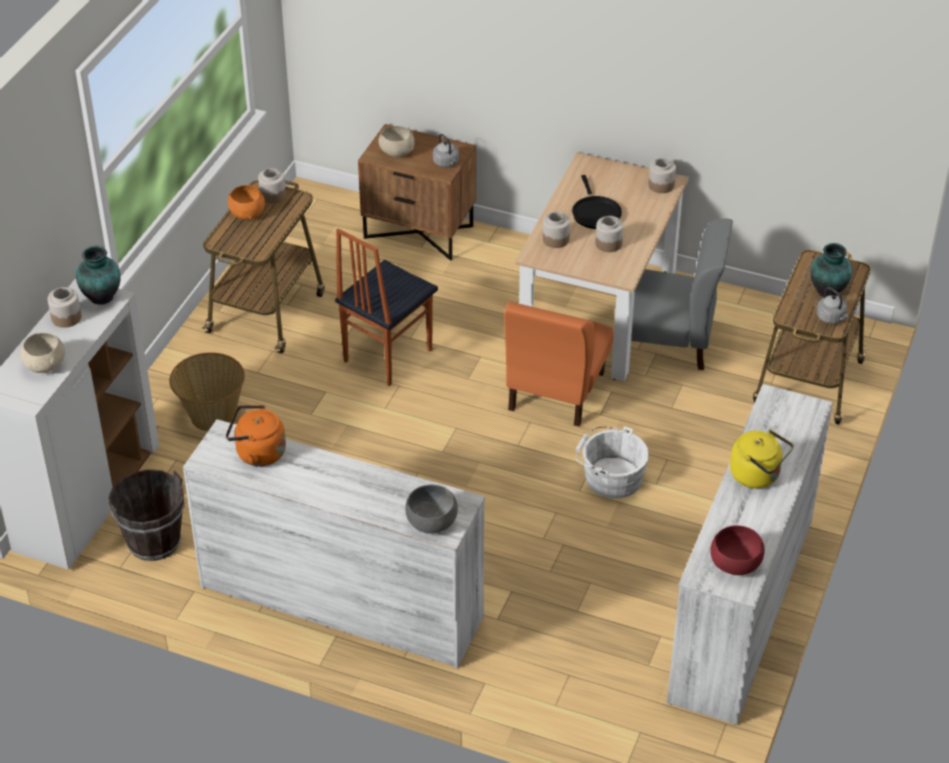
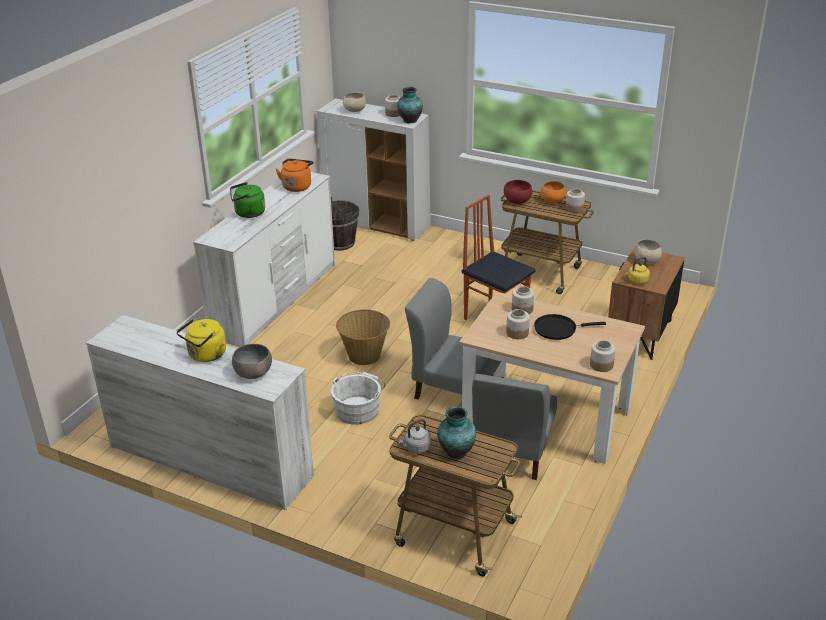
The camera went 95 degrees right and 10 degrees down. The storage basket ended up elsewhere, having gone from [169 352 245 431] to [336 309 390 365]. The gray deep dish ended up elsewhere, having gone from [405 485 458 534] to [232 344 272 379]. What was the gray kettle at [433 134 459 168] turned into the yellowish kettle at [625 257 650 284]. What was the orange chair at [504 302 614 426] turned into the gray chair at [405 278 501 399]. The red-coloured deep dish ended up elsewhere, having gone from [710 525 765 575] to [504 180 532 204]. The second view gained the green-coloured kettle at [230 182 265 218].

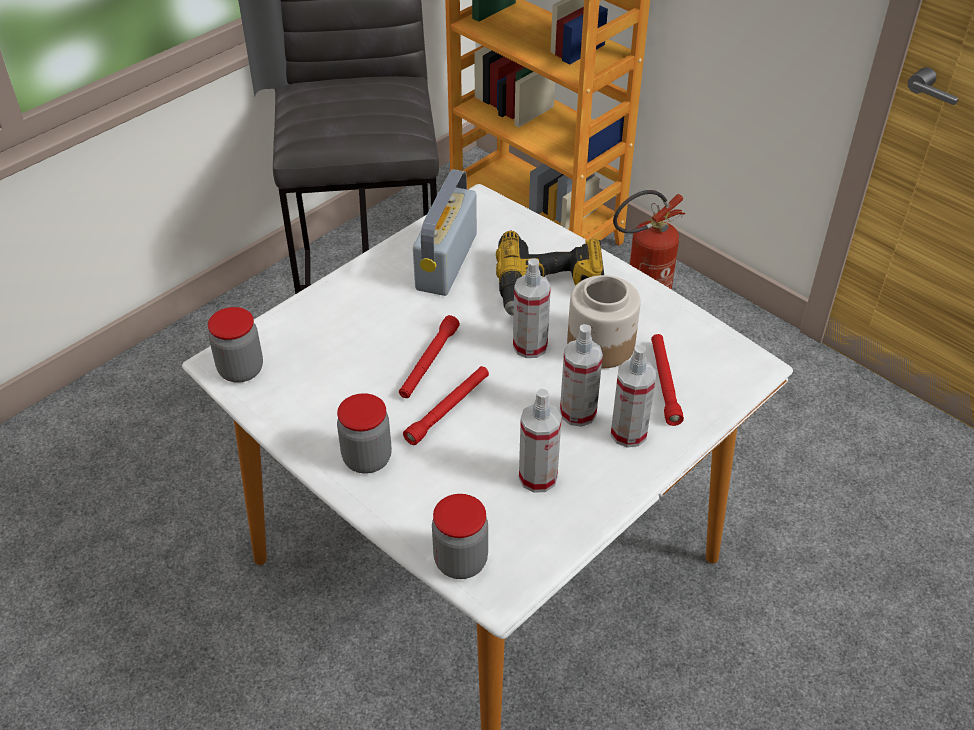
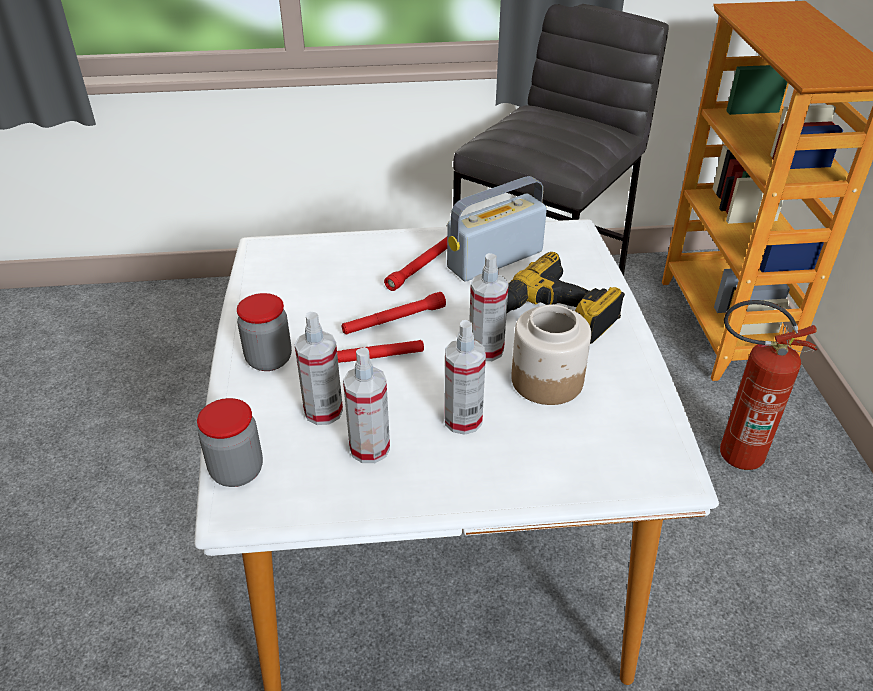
The camera went 40 degrees right and 5 degrees down. The second view lost the storage jar at [208 307 263 383]. The spray bottle ended up elsewhere, having gone from [610 345 656 448] to [294 312 343 425]. The red-coloured torch ended up elsewhere, having gone from [651 334 684 426] to [384 237 447 291].

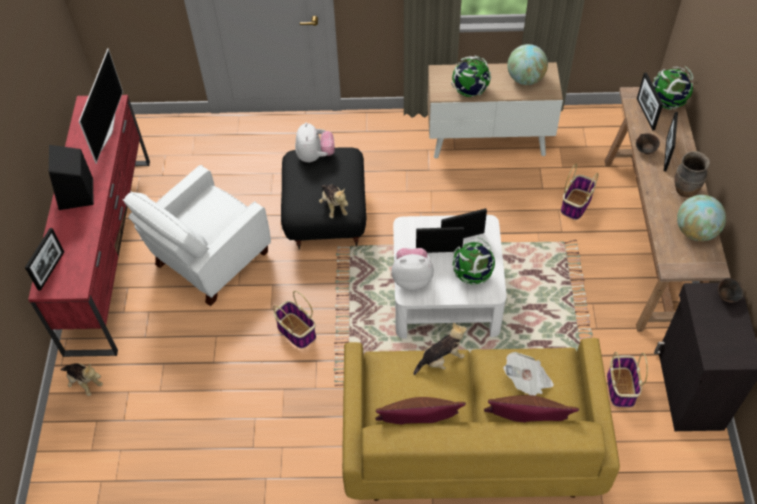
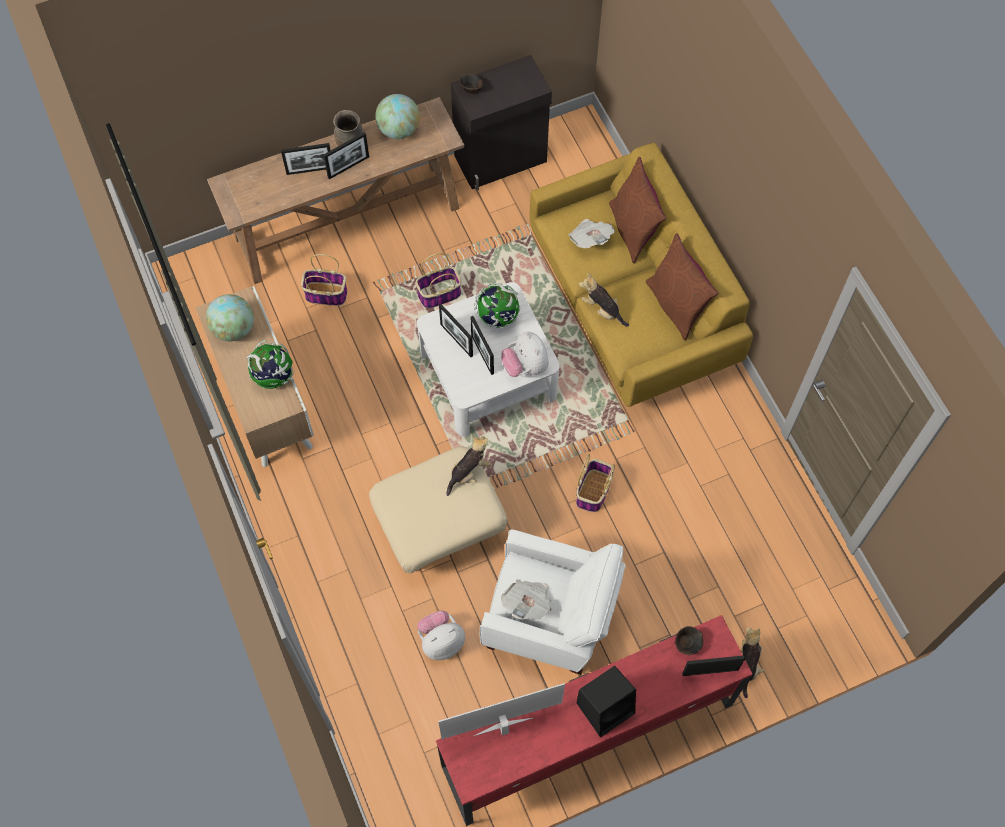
The camera went 115 degrees left and 10 degrees up. What was the black footrest at [281 147 366 249] turned into the beige-coloured footrest at [369 446 508 574]. The plush toy ended up elsewhere, having gone from [295 122 335 162] to [417 611 465 660]. The storage basket ended up elsewhere, having gone from [607 352 648 407] to [415 253 461 308]. The brown deep dish ended up elsewhere, having gone from [636 133 660 154] to [675 626 703 655]. The standing frame ended up elsewhere, having gone from [637 72 663 130] to [323 132 369 179]. The second view lost the world globe at [652 66 693 110]. The second view gained the printed paper at [501 580 551 620].

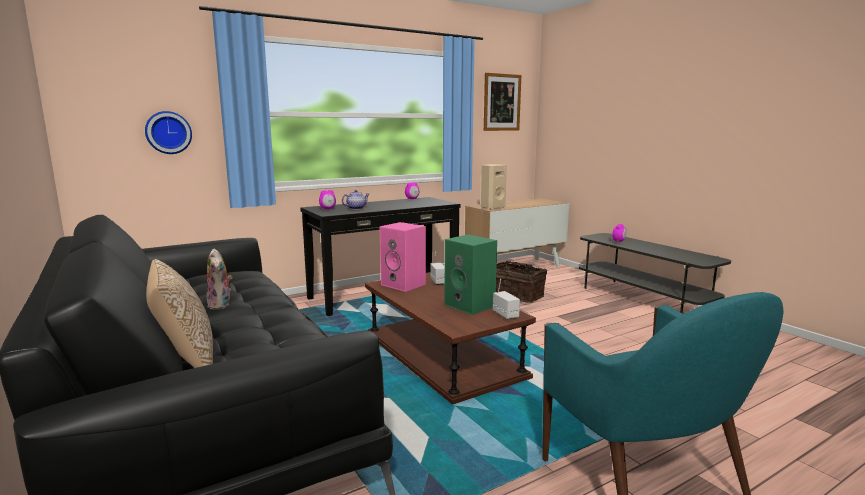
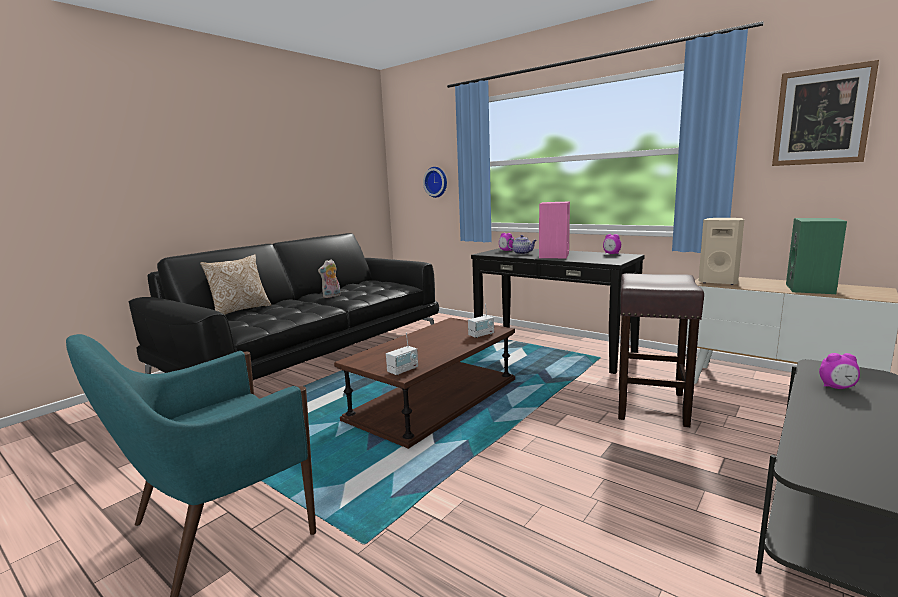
The camera went 70 degrees right and 0 degrees up. The pink-coloured loudspeaker ended up elsewhere, having gone from [379 222 426 292] to [539 201 570 258]. The green-coloured loudspeaker ended up elsewhere, having gone from [444 234 497 315] to [786 218 847 294]. Where the storage basket stood at [496 261 547 303], the brown stool came to stand at [618 273 704 427].

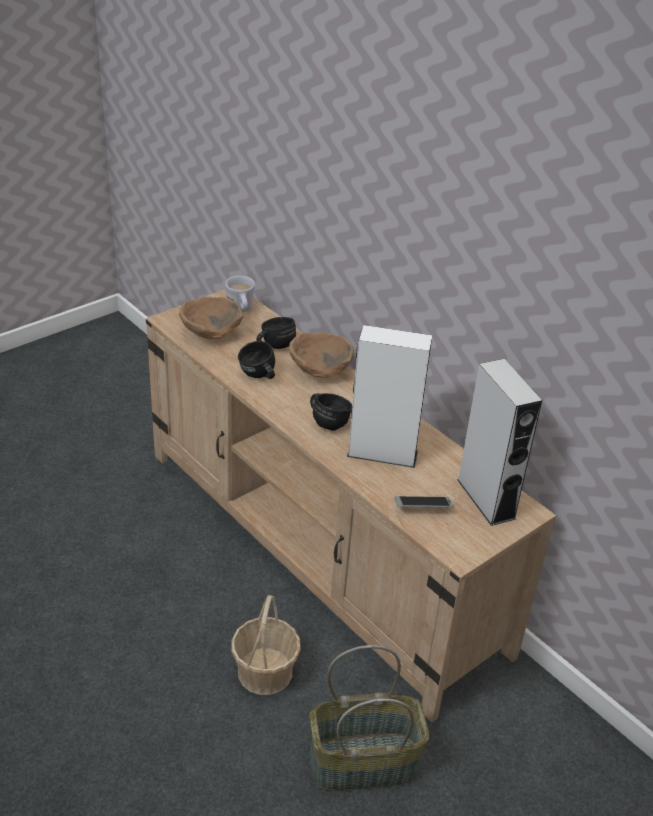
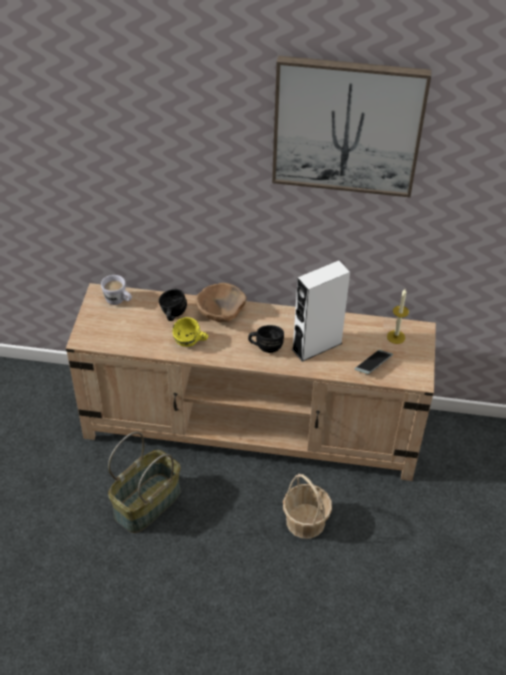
The camera went 40 degrees left and 10 degrees up. The second view lost the brown deep dish at [179 297 243 339]. What was the black mug at [238 341 275 379] turned into the yellowish mug at [172 317 208 347]. The storage basket ended up elsewhere, having gone from [310 645 429 791] to [108 432 181 533]. Where the gray loudspeaker stood at [457 359 542 526], the candle came to stand at [387 289 409 344]. The second view gained the wall art at [272 56 432 197].

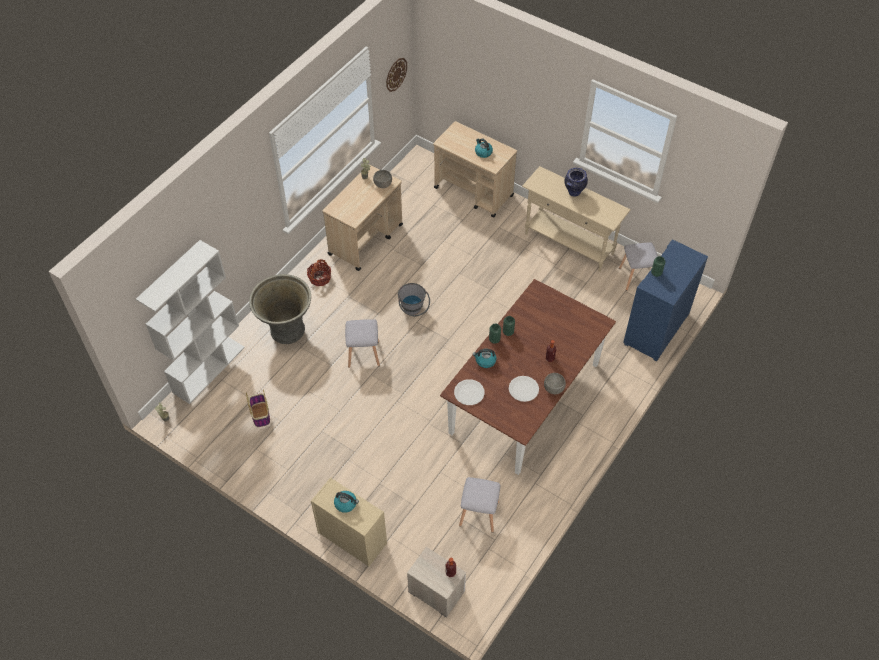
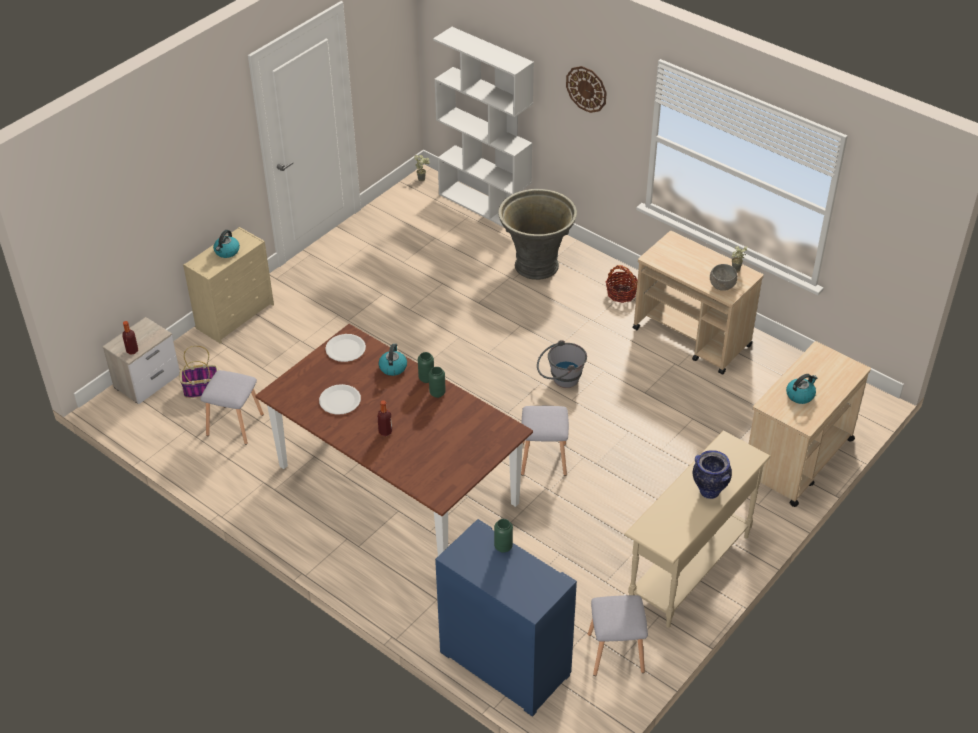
The camera went 95 degrees right and 10 degrees down. The storage basket ended up elsewhere, having gone from [246 389 270 427] to [180 346 219 398]. The gray stool ended up elsewhere, having gone from [345 319 380 368] to [521 406 569 476]. The clock on the wall ended up elsewhere, having gone from [386 58 407 92] to [566 66 607 113]. The second view lost the gray deep dish at [544 373 566 394].

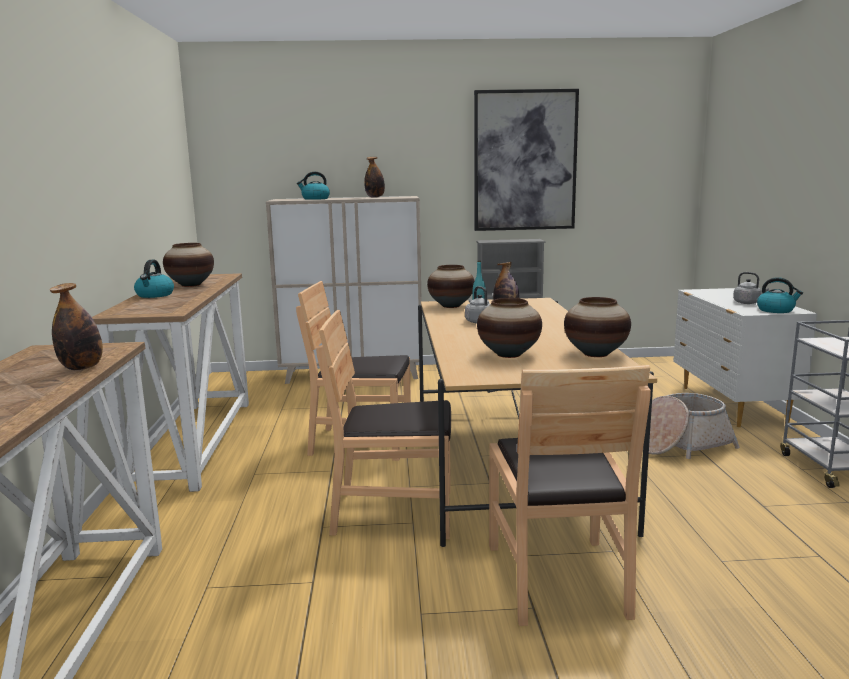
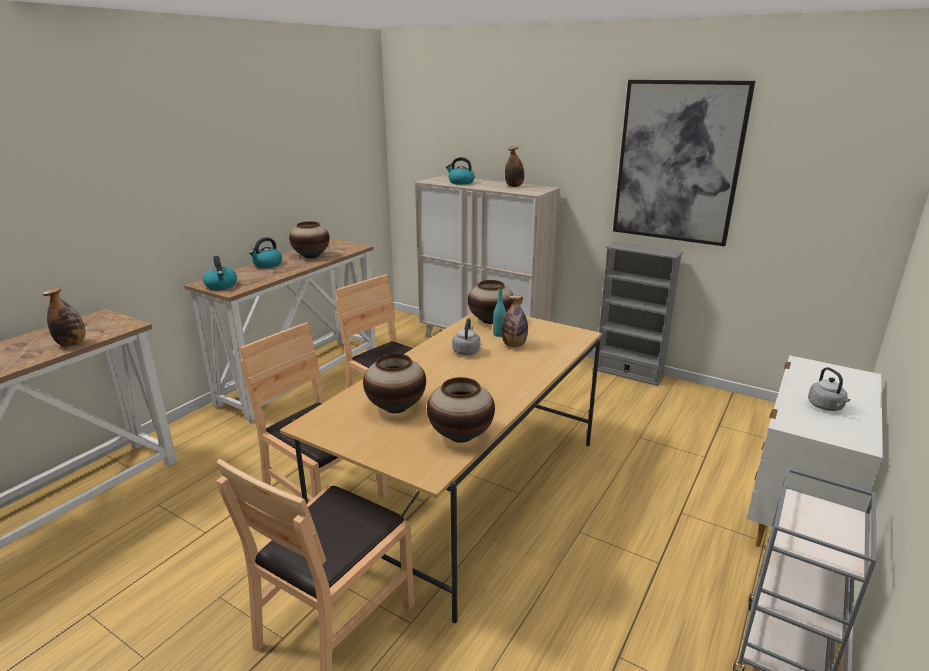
The camera went 35 degrees right and 10 degrees up. The second view lost the storage basket at [649 393 740 459]. The kettle ended up elsewhere, having gone from [757 277 803 313] to [203 256 237 290].

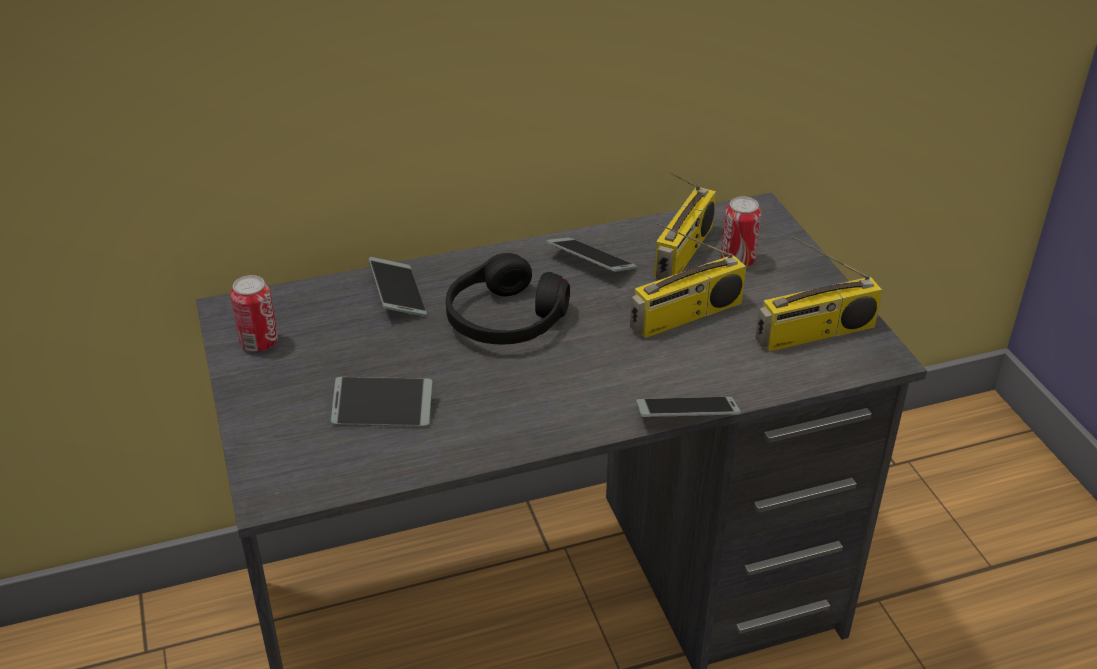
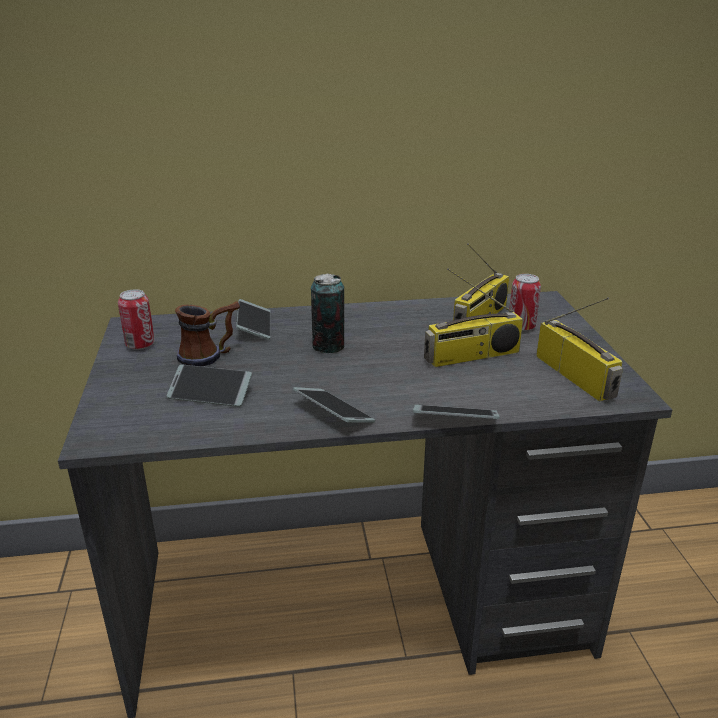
The camera went 10 degrees right and 10 degrees down. Where the black headphones stood at [446 253 570 345], the sealed can came to stand at [310 273 344 353]. The handset ended up elsewhere, having gone from [547 238 636 272] to [293 387 375 423]. The radio receiver at [756 236 883 352] ended up facing another way, 105 degrees counterclockwise from before. The second view gained the mug at [175 301 240 367].

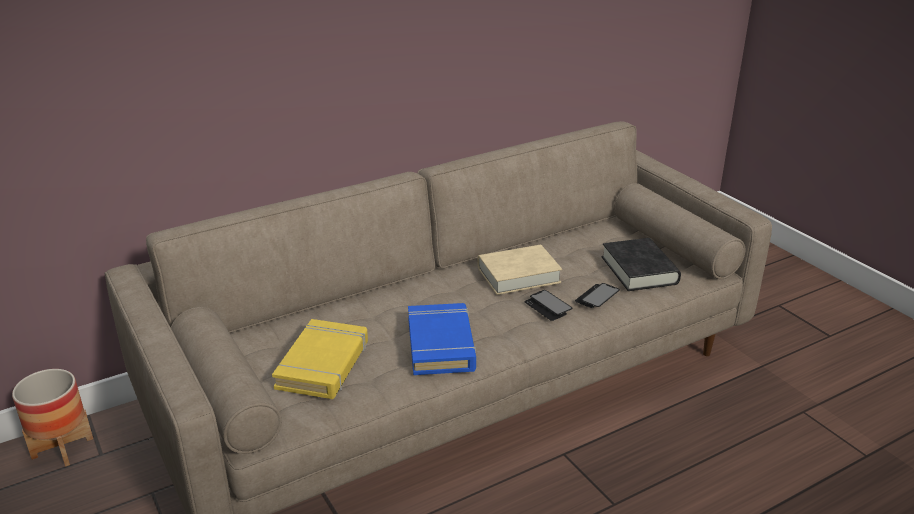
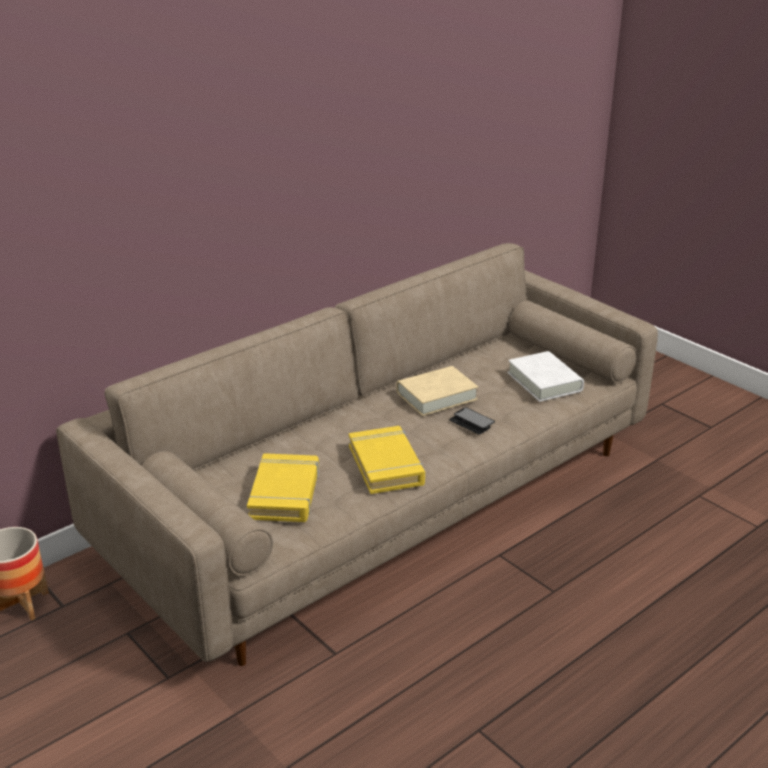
The camera went 10 degrees left and 0 degrees up. What was the bluish volume at [408 303 476 375] turned into the yellowish volume at [349 426 425 494]. The second view lost the handset at [575 283 620 308]. What was the black volume at [602 238 681 291] turned into the white-coloured volume at [508 351 584 402].

